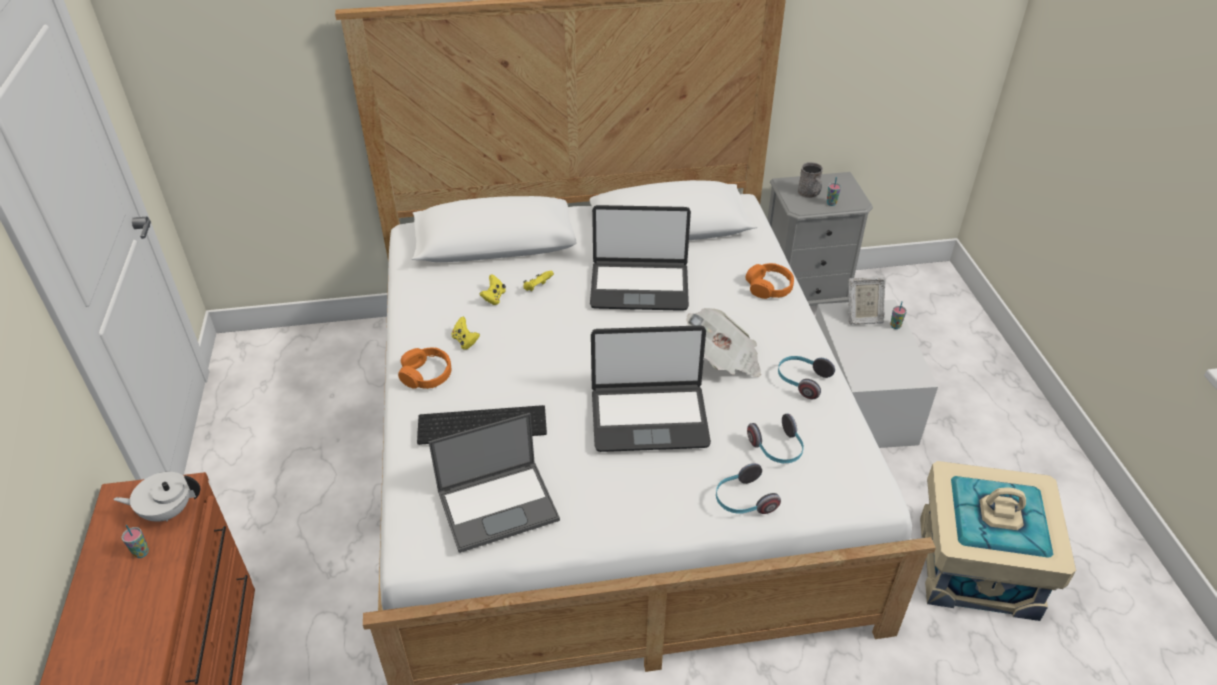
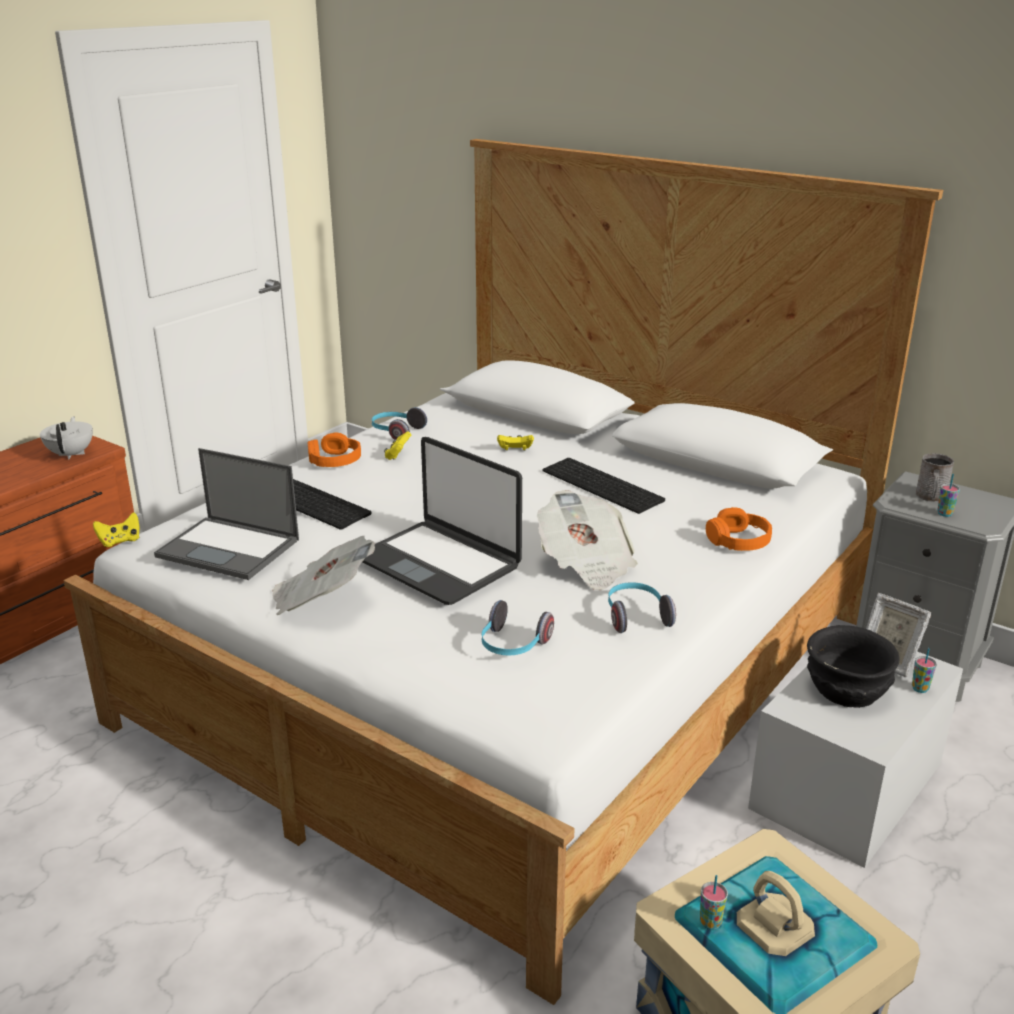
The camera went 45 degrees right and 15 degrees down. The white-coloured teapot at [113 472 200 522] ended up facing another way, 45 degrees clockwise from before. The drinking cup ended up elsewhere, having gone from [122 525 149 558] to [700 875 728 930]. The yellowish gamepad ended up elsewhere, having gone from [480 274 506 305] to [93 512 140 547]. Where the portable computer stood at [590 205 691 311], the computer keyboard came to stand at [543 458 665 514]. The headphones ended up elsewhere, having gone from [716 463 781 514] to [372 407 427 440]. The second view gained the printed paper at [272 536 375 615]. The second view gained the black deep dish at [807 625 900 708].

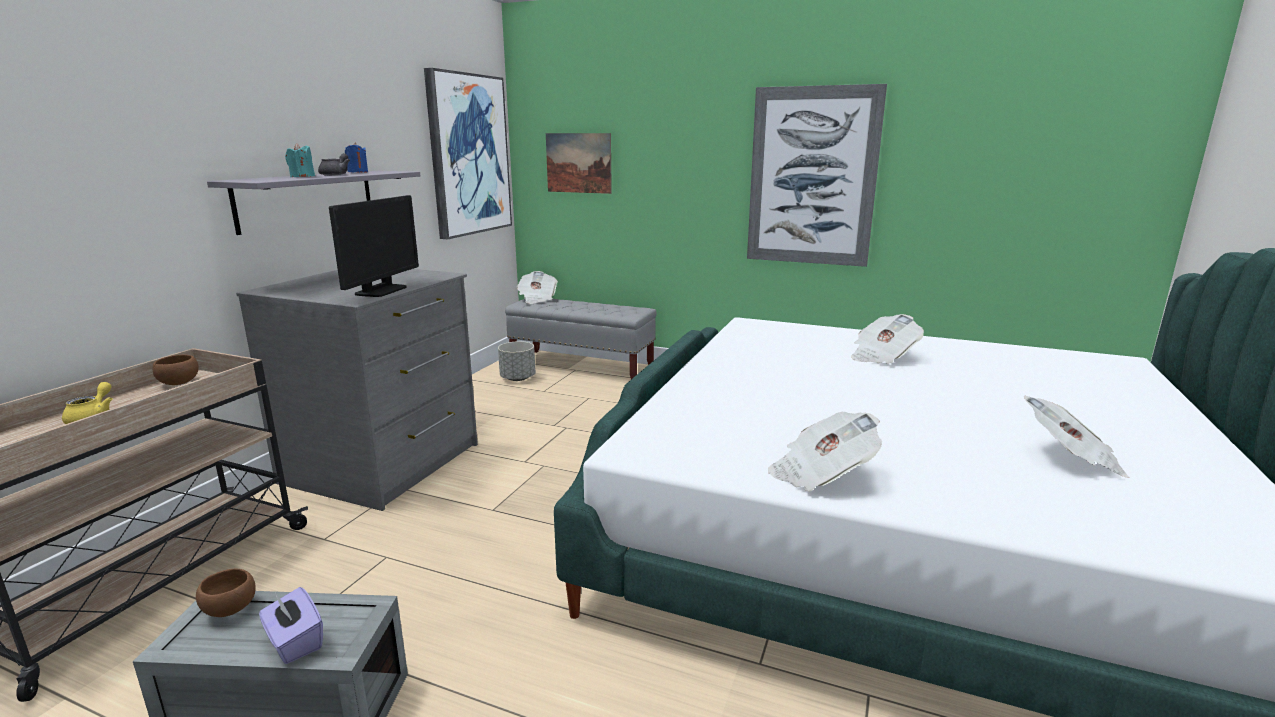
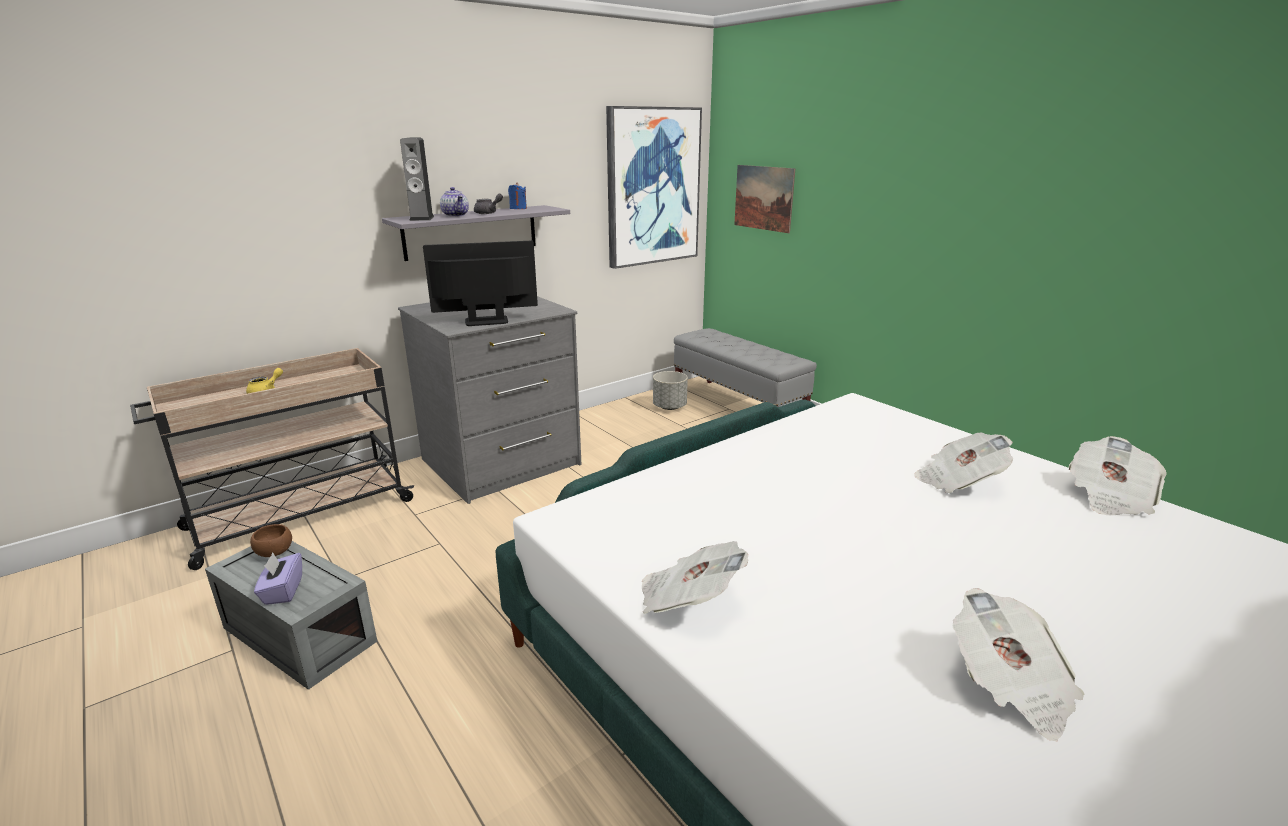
The camera went 30 degrees right and 5 degrees up. The second view lost the brown deep dish at [153 355 199 385]. Where the turquoise candle stood at [285 143 315 177], the teapot came to stand at [440 187 469 217]. The monitor at [329 195 419 297] ended up facing another way, 150 degrees counterclockwise from before. The printed paper ended up elsewhere, having gone from [517 271 558 304] to [1069 436 1167 515]. The second view lost the wall art at [747 84 887 267]. The second view gained the loudspeaker at [400 138 434 221].

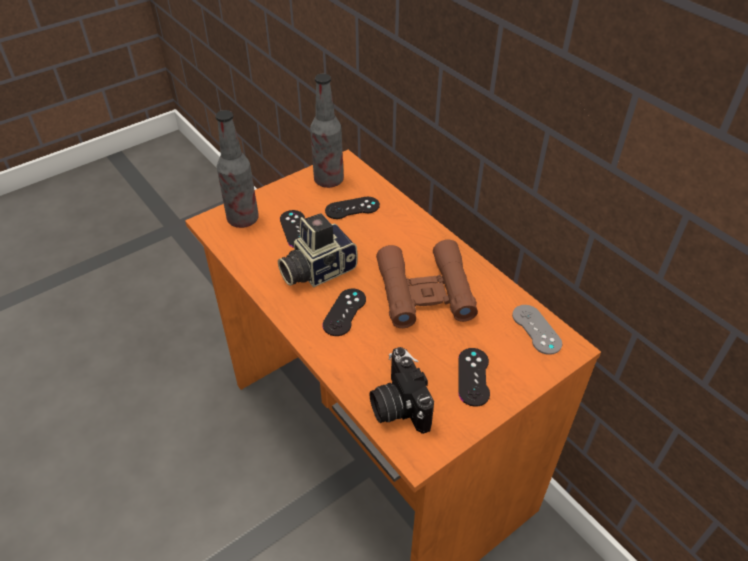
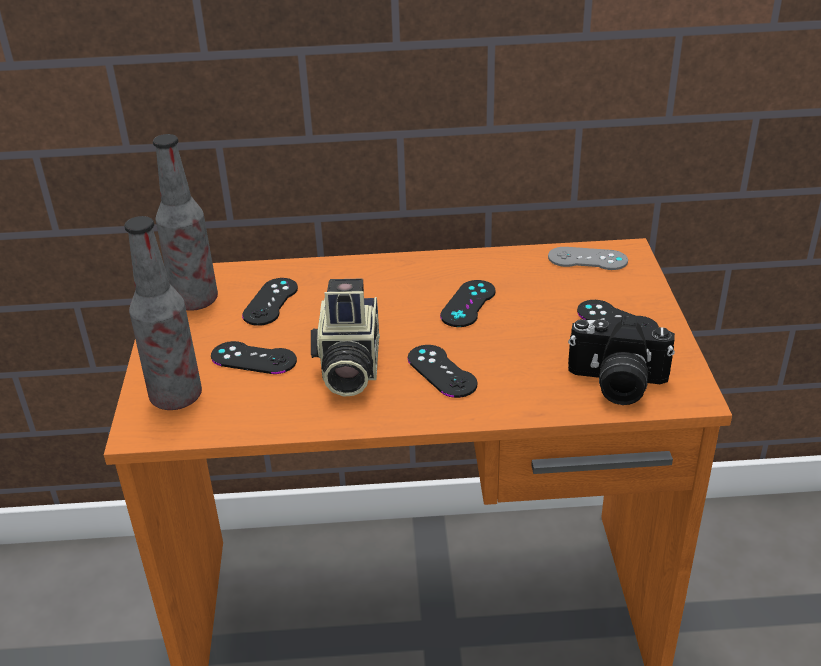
The camera went 55 degrees left and 10 degrees down. Where the brown field glasses stood at [376 240 478 328], the black gamepad came to stand at [440 280 496 327].

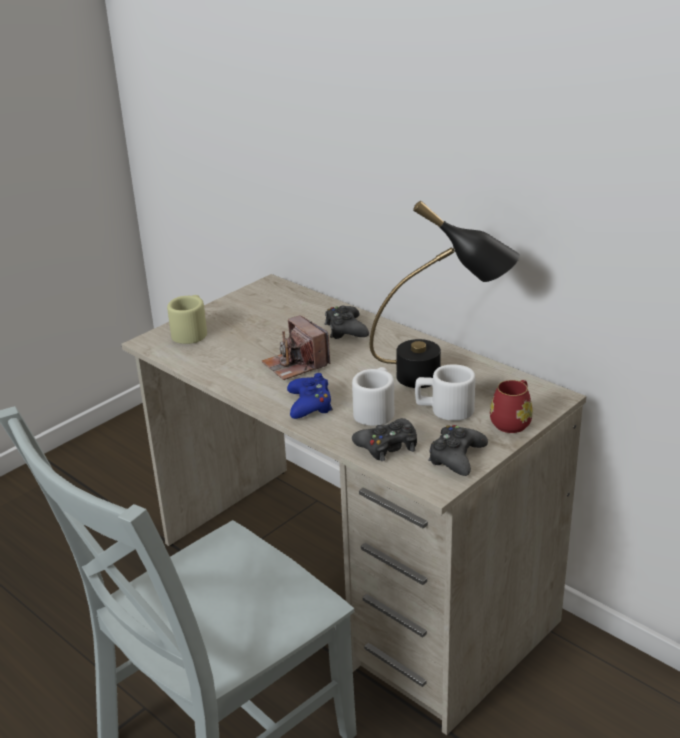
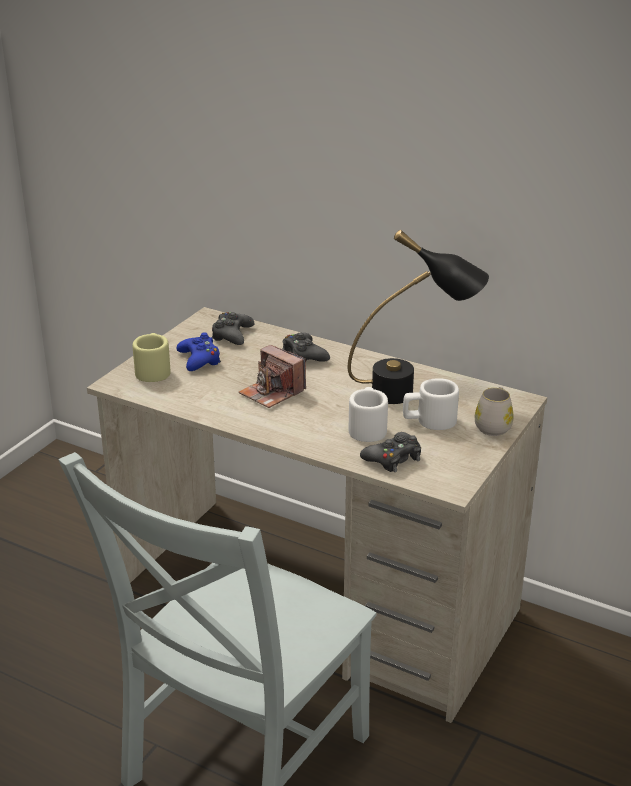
The camera went 15 degrees left and 0 degrees up. The bluish gamepad ended up elsewhere, having gone from [287 373 333 419] to [176 332 221 371]. The black gamepad ended up elsewhere, having gone from [428 425 488 476] to [212 312 254 345]. What was the red-coloured mug at [490 380 533 433] turned into the white-coloured mug at [475 387 514 436].

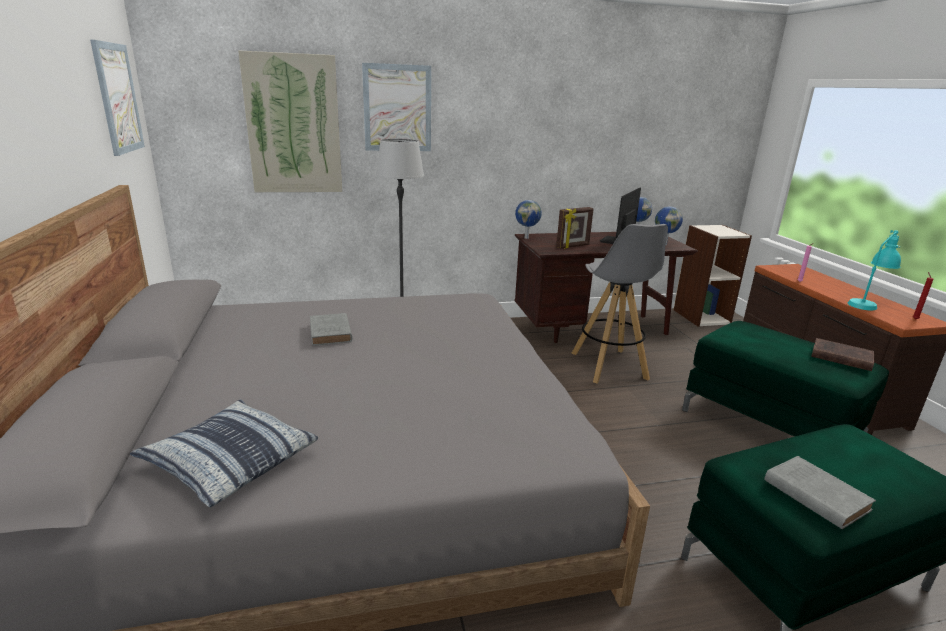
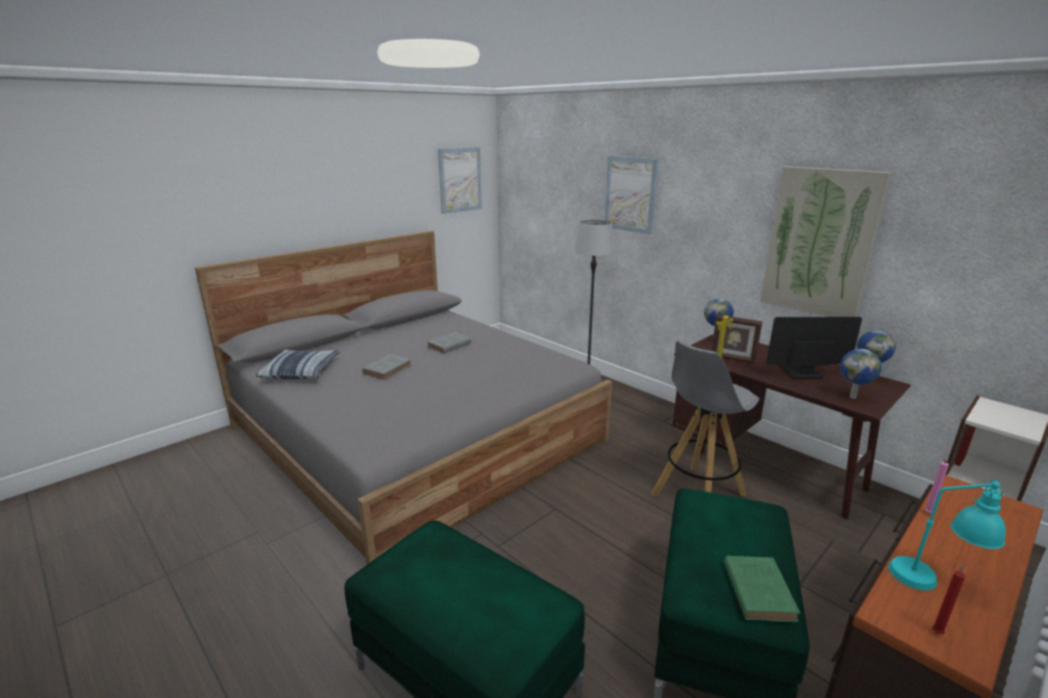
The camera went 60 degrees right and 0 degrees up. The wall art ended up elsewhere, having gone from [238 50 342 192] to [760 166 891 317]. The gray volume ended up elsewhere, having gone from [764 456 876 529] to [362 354 411 380]. What was the brown volume at [811 338 874 371] turned into the green-coloured volume at [724 556 800 622].

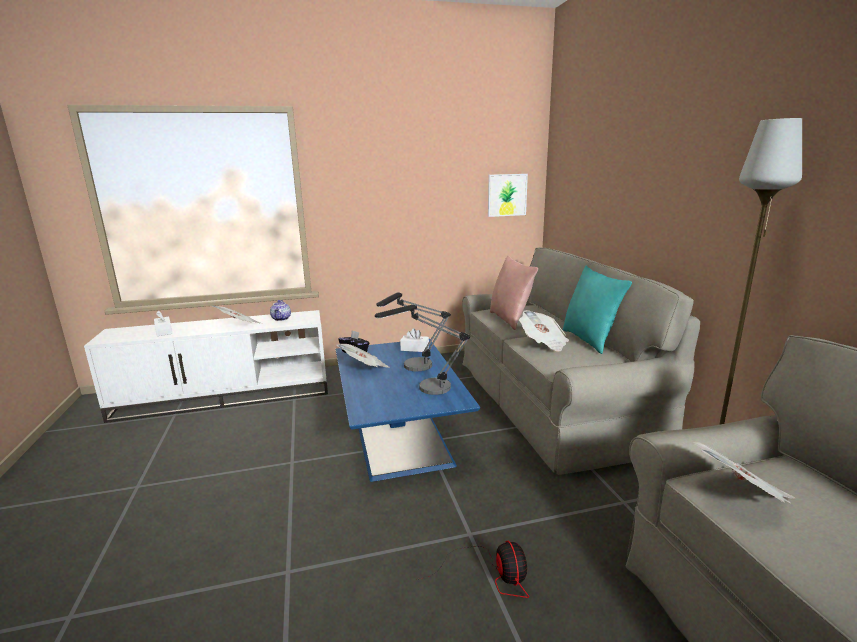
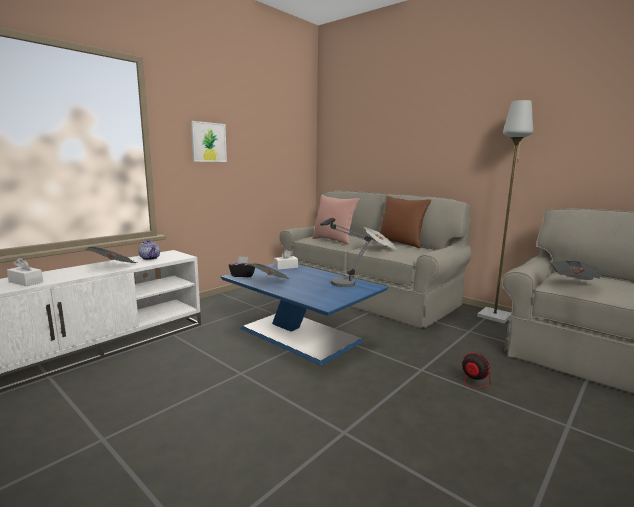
The camera went 35 degrees left and 5 degrees down. The second view lost the lamp for a table at [376 292 451 372]. The wall art ended up elsewhere, having gone from [488 174 528 217] to [191 121 227 162]. What was the turquoise cushion at [563 266 632 354] turned into the brown cushion at [380 196 431 248].

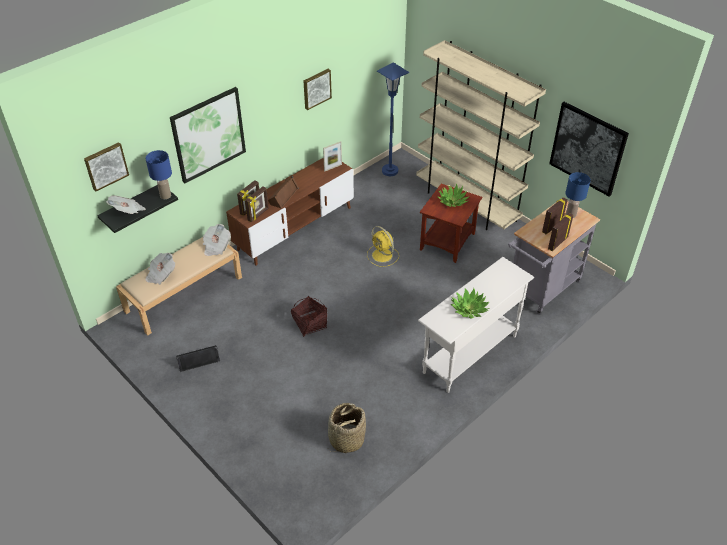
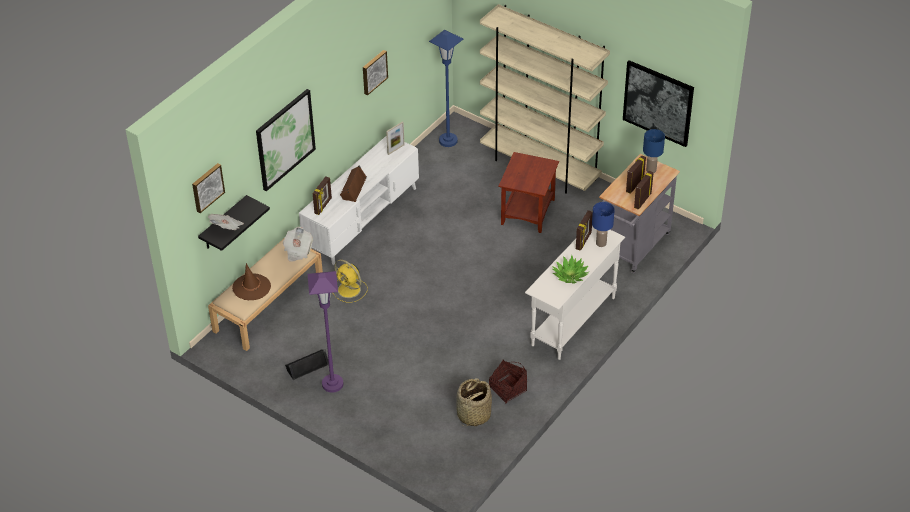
The camera went 10 degrees left and 0 degrees up. The bluish lamp for a table ended up elsewhere, having gone from [145 150 172 199] to [592 202 615 247]. Where the printed paper stood at [145 253 175 285], the brown hat came to stand at [232 263 271 300]. What was the brown media console at [226 158 354 265] turned into the white-coloured media console at [299 136 419 265]. The standing frame ended up elsewhere, having gone from [245 187 269 222] to [576 210 593 251]. The storage basket ended up elsewhere, having gone from [291 296 327 337] to [489 360 527 404]. The yellowish cooling fan ended up elsewhere, having gone from [367 226 399 267] to [334 259 368 303]. The second view lost the plant in a pot at [438 183 470 207]. The second view gained the purple-coloured standard lamp at [308 271 343 393].

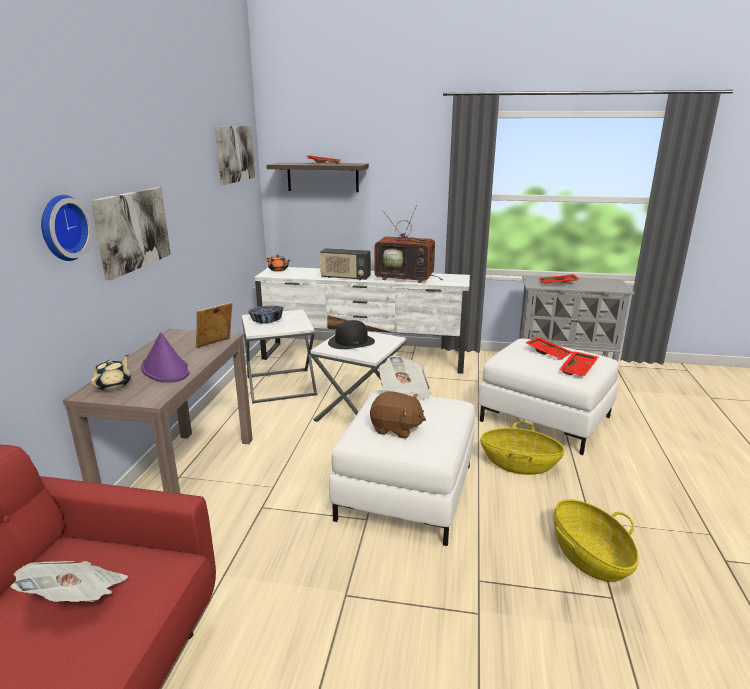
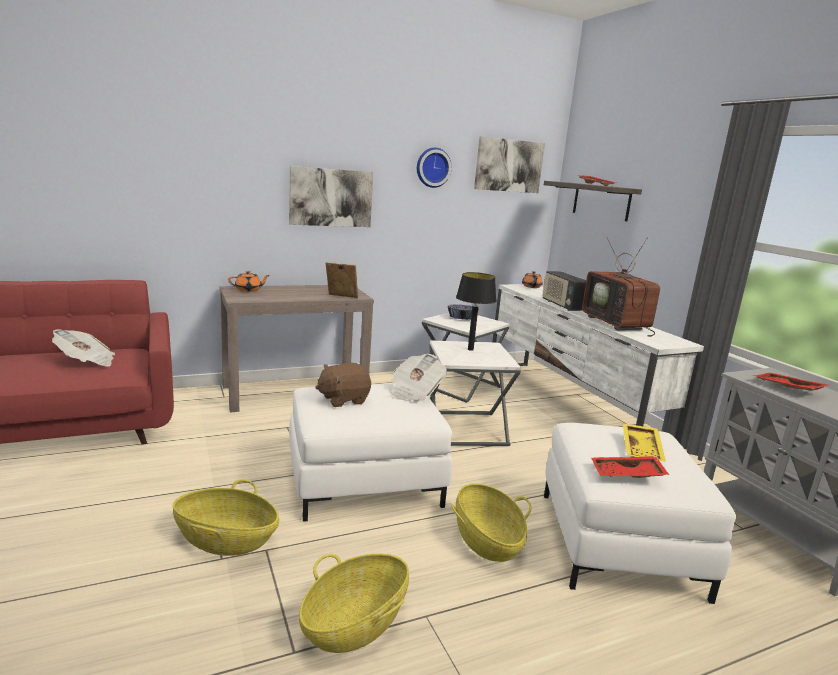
The camera went 55 degrees right and 5 degrees down. The clock on the wall ended up elsewhere, having gone from [41 195 92 261] to [417 148 452 188]. What was the beige-coloured teapot at [91 355 131 391] turned into the orange teapot at [228 271 270 292]. The second view lost the purple-coloured hat at [141 332 189 383]. Where the black hat stood at [328 320 375 349], the black lamp for a table came to stand at [456 272 496 351]. The brown plush toy at [370 391 426 439] ended up facing another way, 75 degrees clockwise from before. What was the red-coloured serving tray at [525 337 573 360] turned into the yellowish serving tray at [623 423 666 462]. The second view gained the storage basket at [173 479 279 556].

